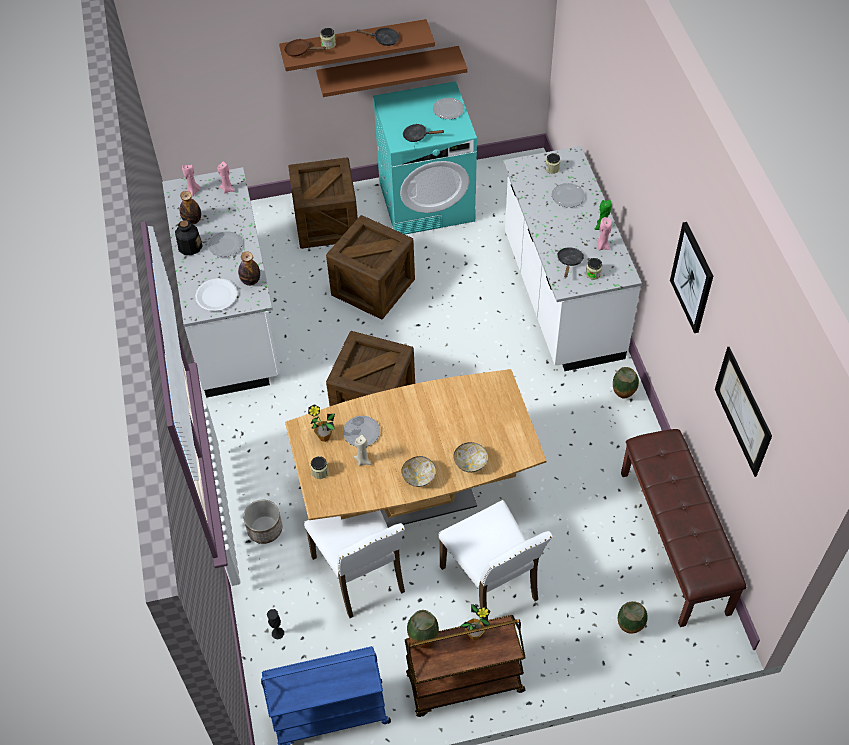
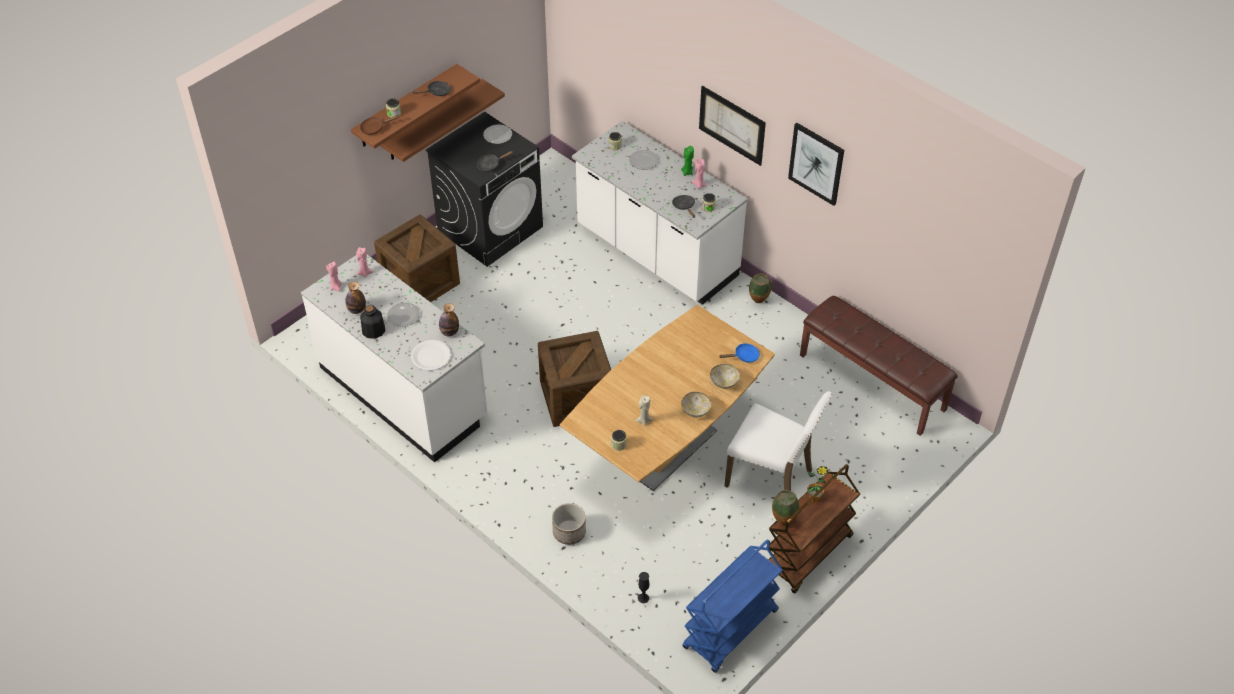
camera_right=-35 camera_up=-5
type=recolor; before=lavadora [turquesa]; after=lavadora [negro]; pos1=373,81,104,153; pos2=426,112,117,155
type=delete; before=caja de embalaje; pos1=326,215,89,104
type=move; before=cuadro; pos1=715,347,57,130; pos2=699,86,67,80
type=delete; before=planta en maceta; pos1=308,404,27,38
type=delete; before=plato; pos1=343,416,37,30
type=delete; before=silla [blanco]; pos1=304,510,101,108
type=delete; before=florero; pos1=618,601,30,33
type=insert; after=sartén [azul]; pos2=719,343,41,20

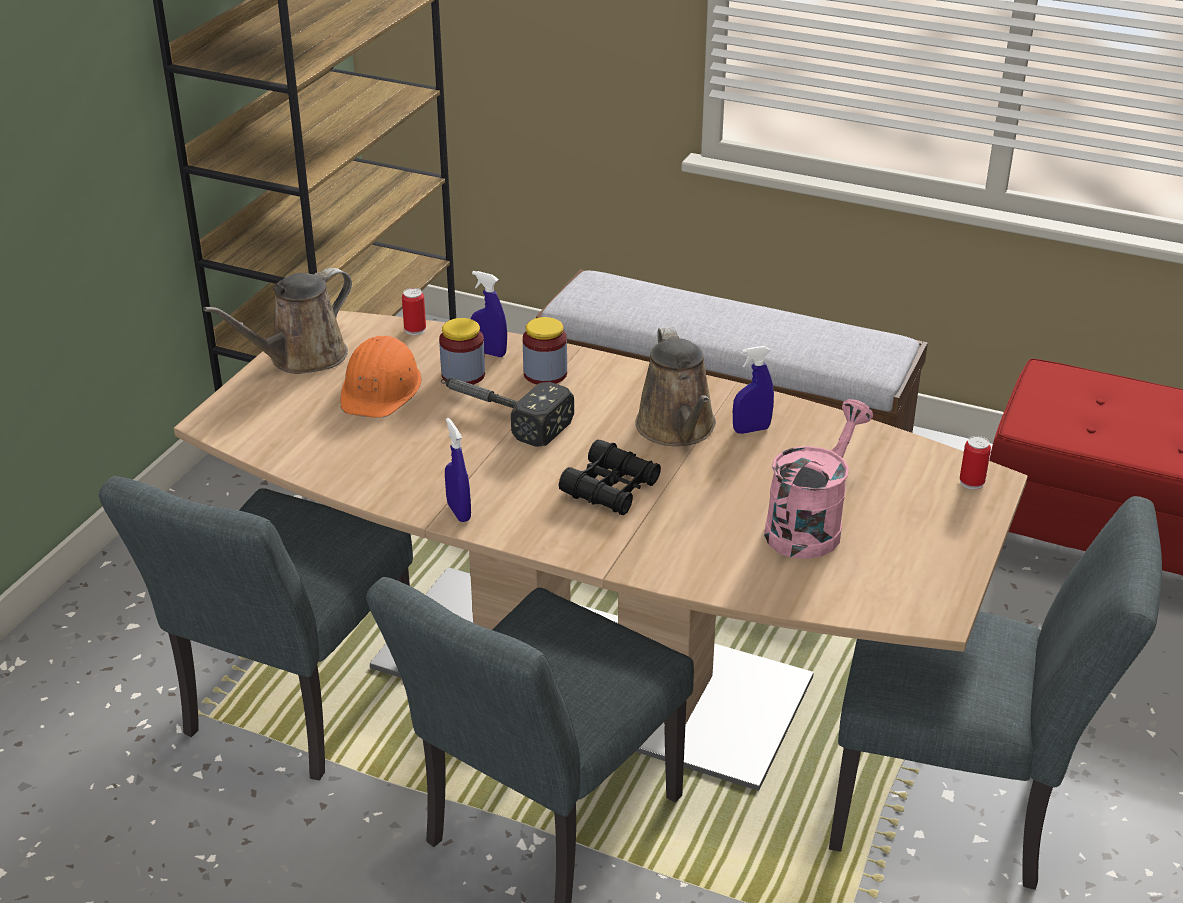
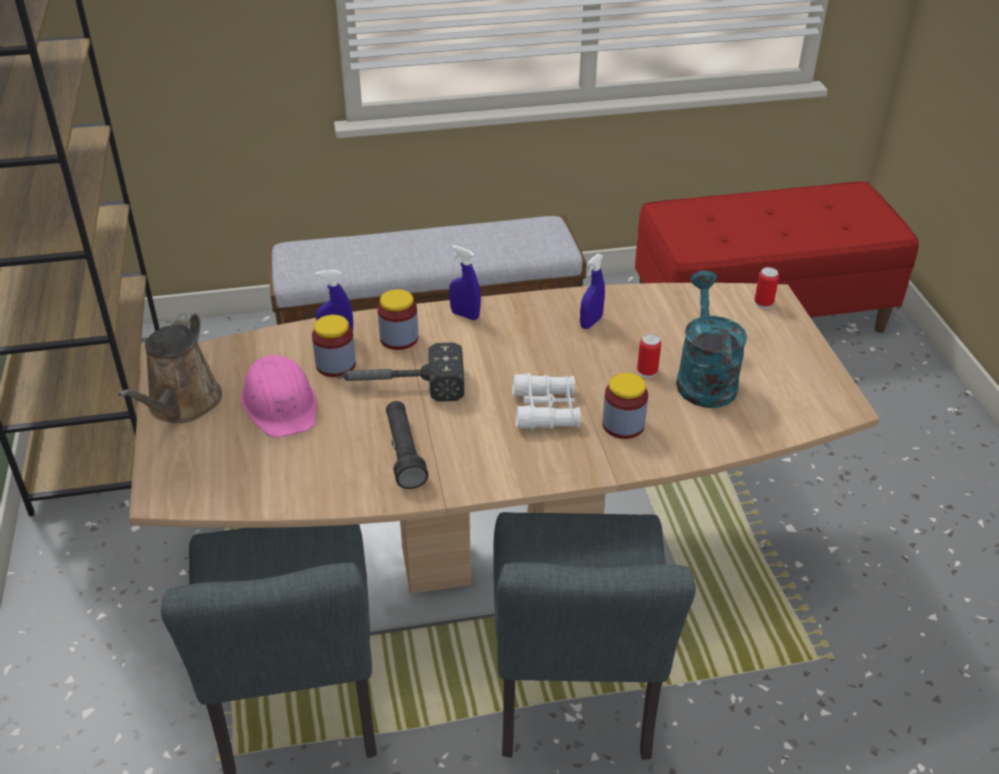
camera_right=-35 camera_up=5
type=move; before=lata; pos1=402,288,24,47; pos2=637,334,24,44
type=delete; before=regadera [marrón]; pos1=635,326,81,120
type=recolor; before=casco [naranja]; after=casco [rosa]; pos1=340,336,82,82; pos2=241,355,76,83
type=recolor; before=regadera [rosa]; after=regadera [turquesa]; pos1=764,399,109,160; pos2=676,271,71,137
type=move; before=pulverizador [azul]; pos1=445,418,26,104; pos2=449,245,32,75
type=recolor; before=prismáticos [negro]; after=prismáticos [blanco]; pos1=559,439,102,76; pos2=512,373,69,57
type=delete; before=silla [gris]; pos1=829,496,333,394
type=insert; after=tarro; pos2=602,373,46,66
type=insert; after=linterna [negro]; pos2=386,401,43,88

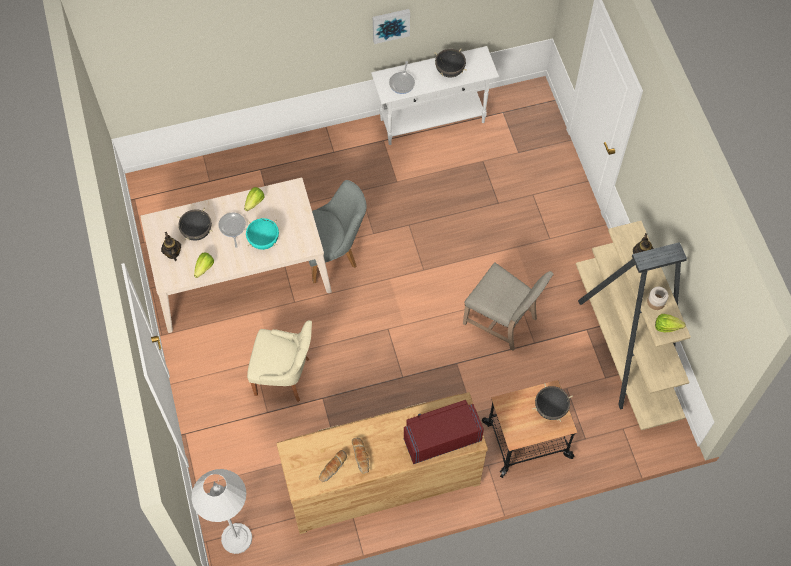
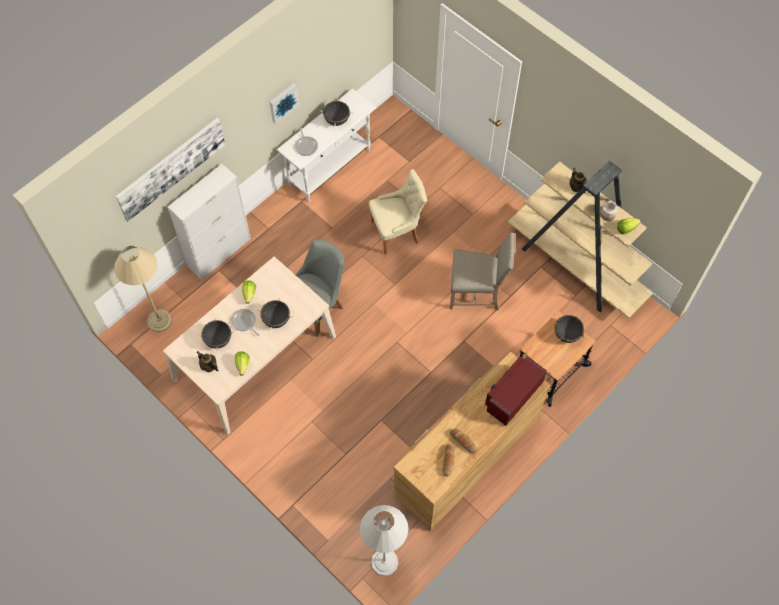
camera_right=-30 camera_up=0
type=recolor; before=olla [turquesa]; after=olla [negro]; pos1=246,218,33,32; pos2=257,297,36,33
type=move; before=silla [beis]; pos1=247,320,65,82; pos2=369,169,58,86
type=insert; after=cuadro; pos2=116,118,109,104
type=insert; after=armario [blanco]; pos2=167,164,84,116
type=insert; after=lámpara de pie [beis]; pos2=114,246,58,86

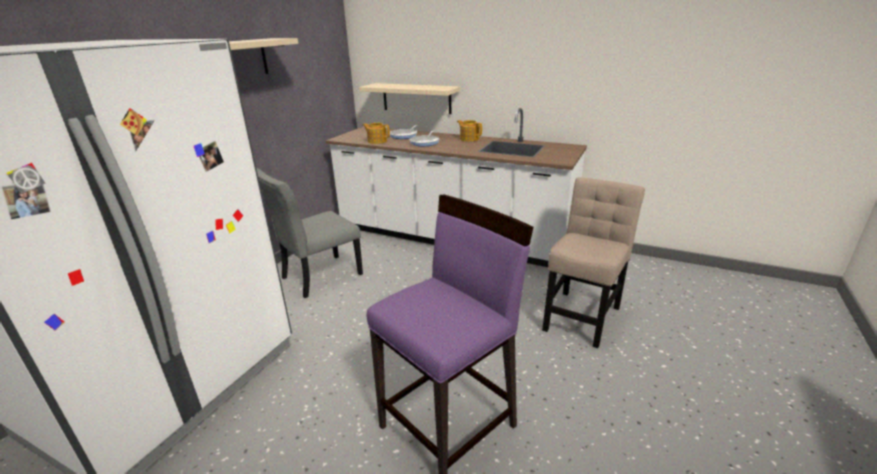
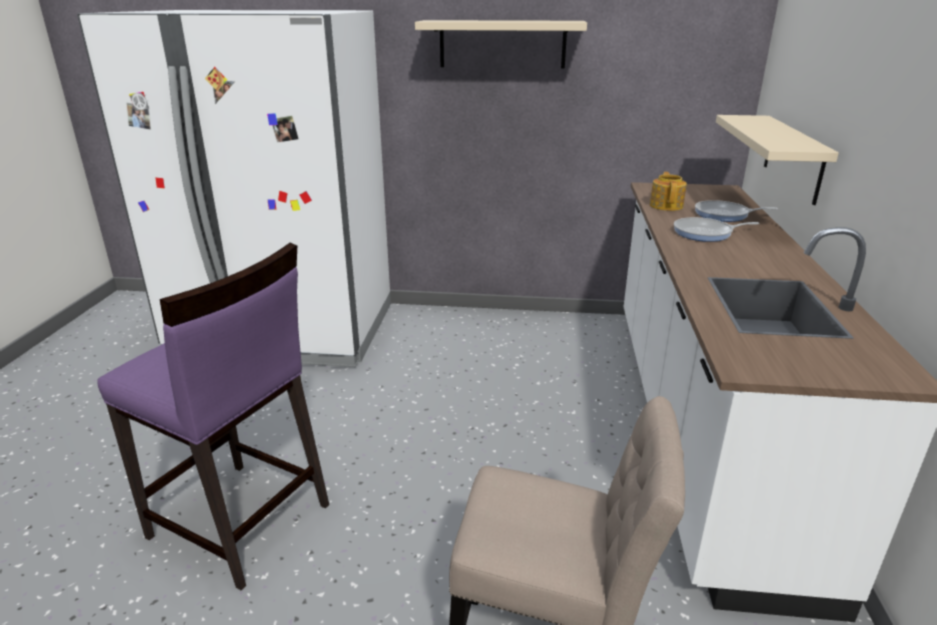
camera_right=70 camera_up=0
type=delete; before=tetera; pos1=457,120,25,22
type=delete; before=silla [gris]; pos1=256,168,107,130

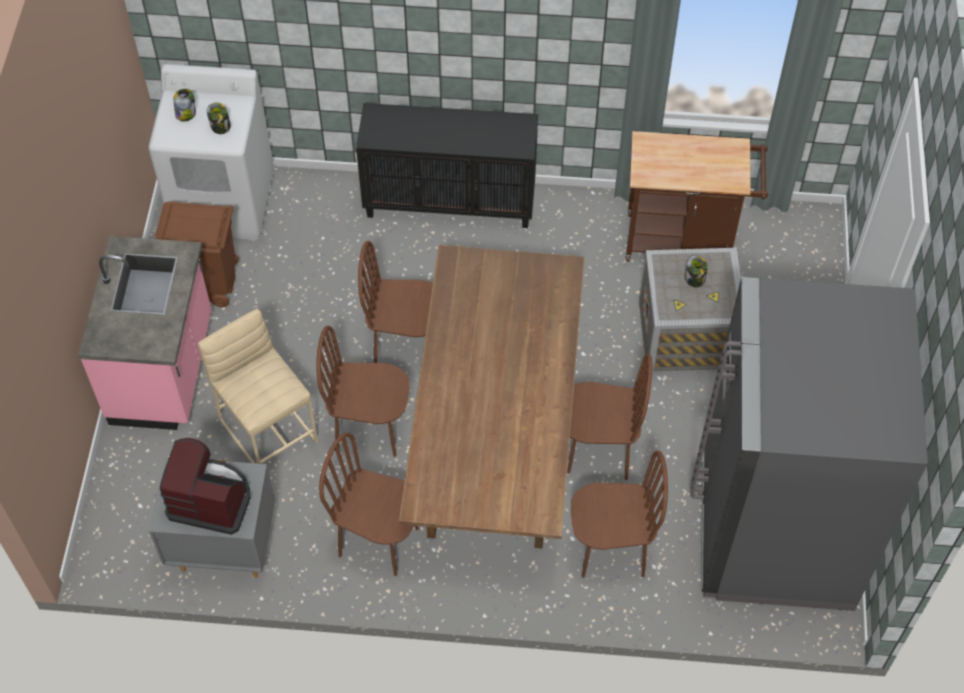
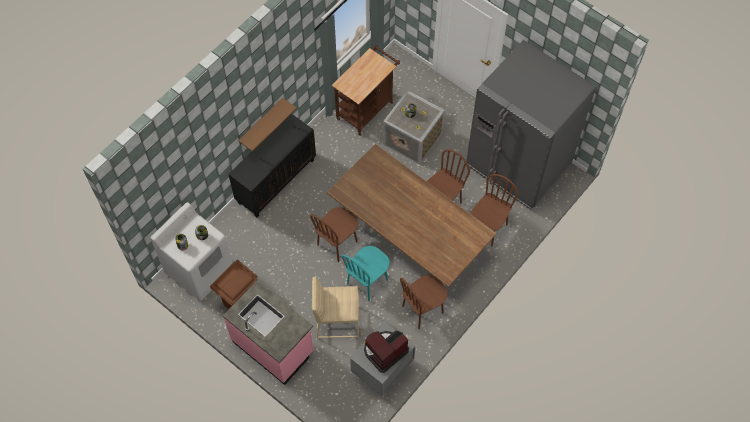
camera_right=-55 camera_up=5
type=recolor; before=silla [marrón]; after=silla [turquesa]; pos1=316,326,93,131; pos2=342,246,47,55
type=insert; after=estante [marrón]; pos2=238,98,59,54

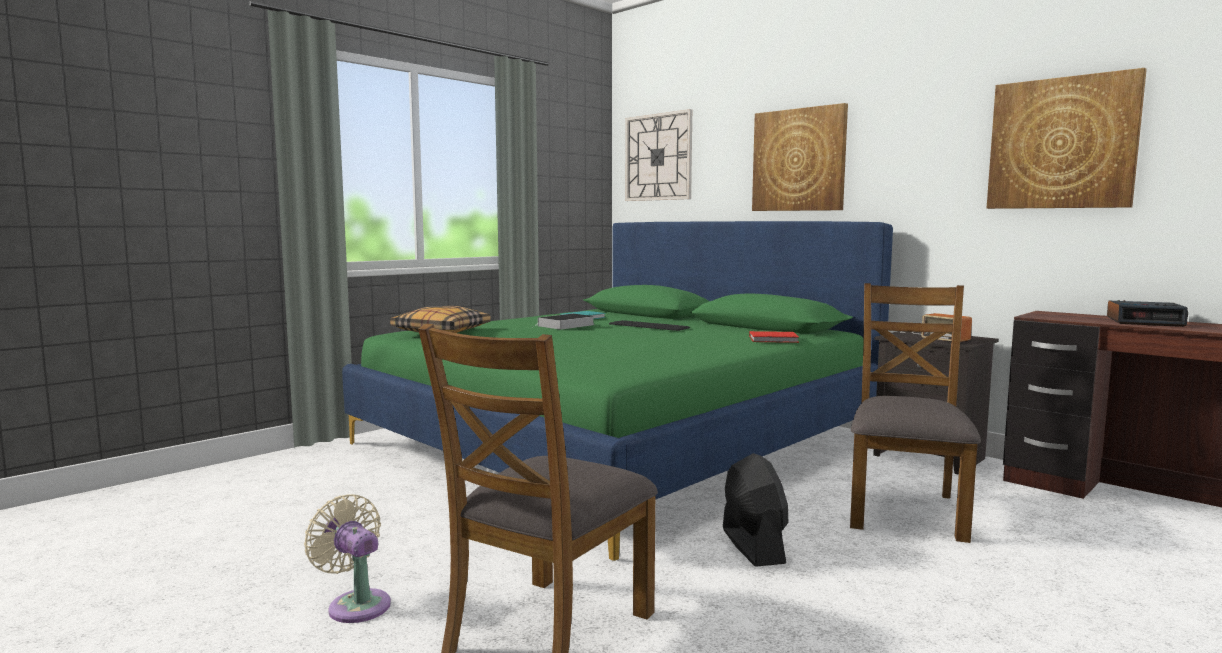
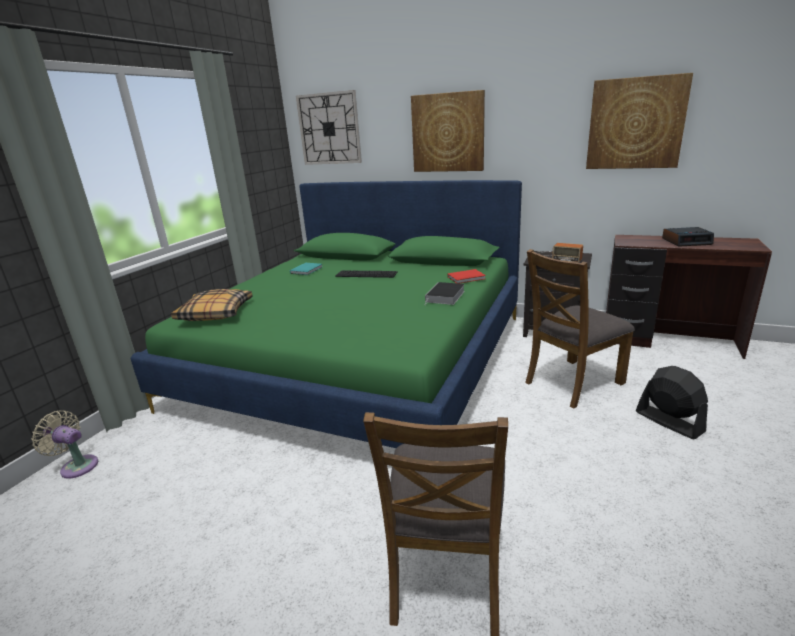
camera_right=-20 camera_up=15
type=rotate; before=silla [marrón]; pos1=850,283,131,260; pos2=525,249,110,160; turn=-120
type=move; before=libro; pos1=533,314,62,16; pos2=425,282,40,23
type=move; before=ventilador [negro]; pos1=723,453,65,114; pos2=636,366,72,73
type=move; before=ventilador [beis]; pos1=304,494,87,129; pos2=31,410,67,69

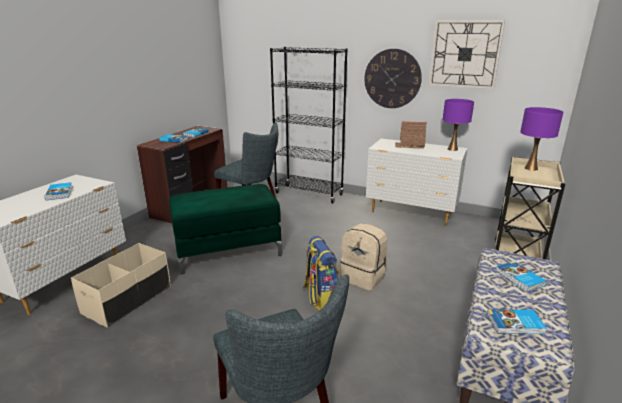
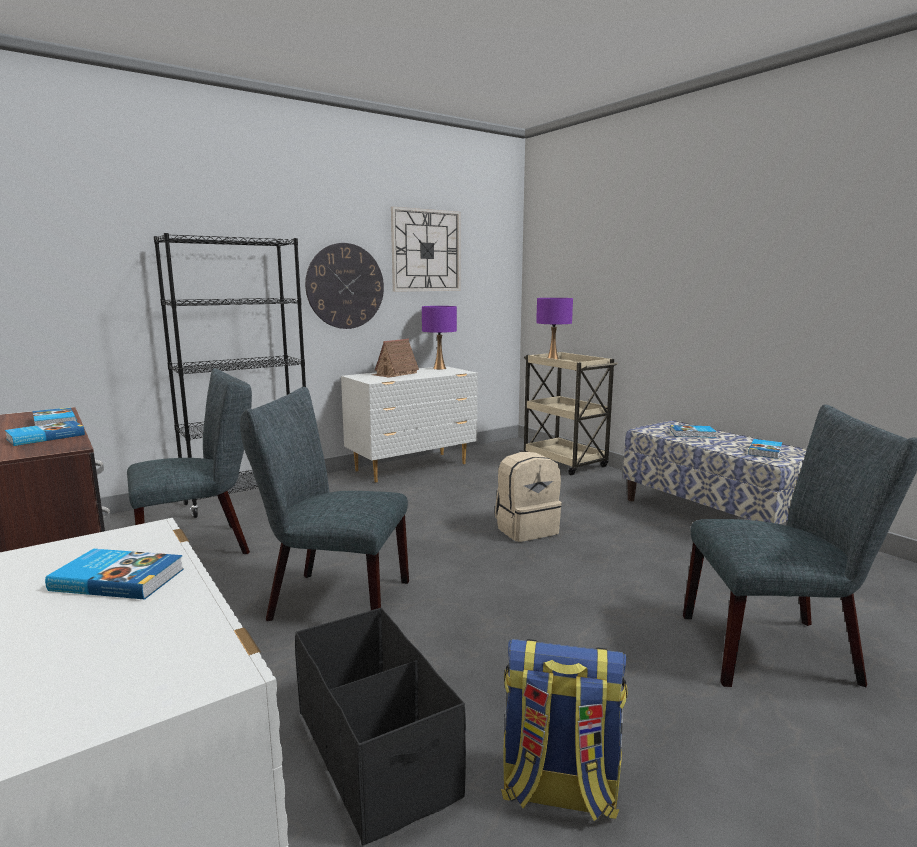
camera_right=-60 camera_up=-10
type=replace; before=puf [verde]; after=silla [gris]; pos1=169,184,113,90; pos2=240,387,169,234
type=move; before=mochila; pos1=303,236,36,75; pos2=501,639,127,182
type=recolor; before=caja de almacenaje [beis]; after=caja de almacenaje [negro]; pos1=71,243,100,85; pos2=295,608,171,238

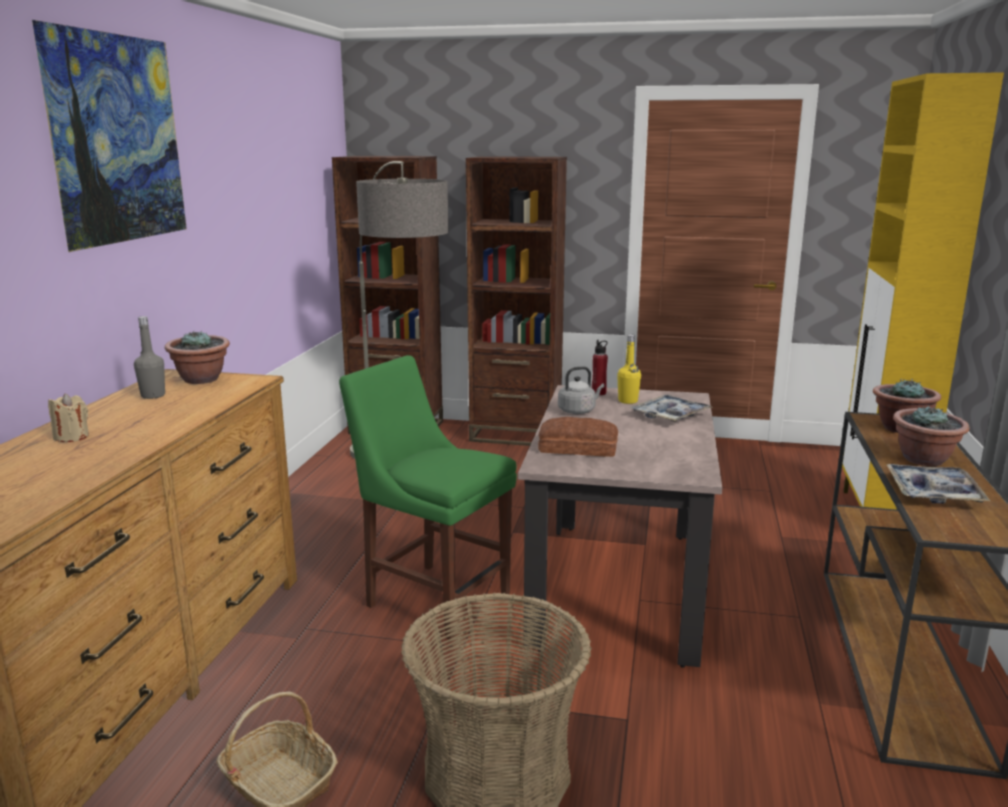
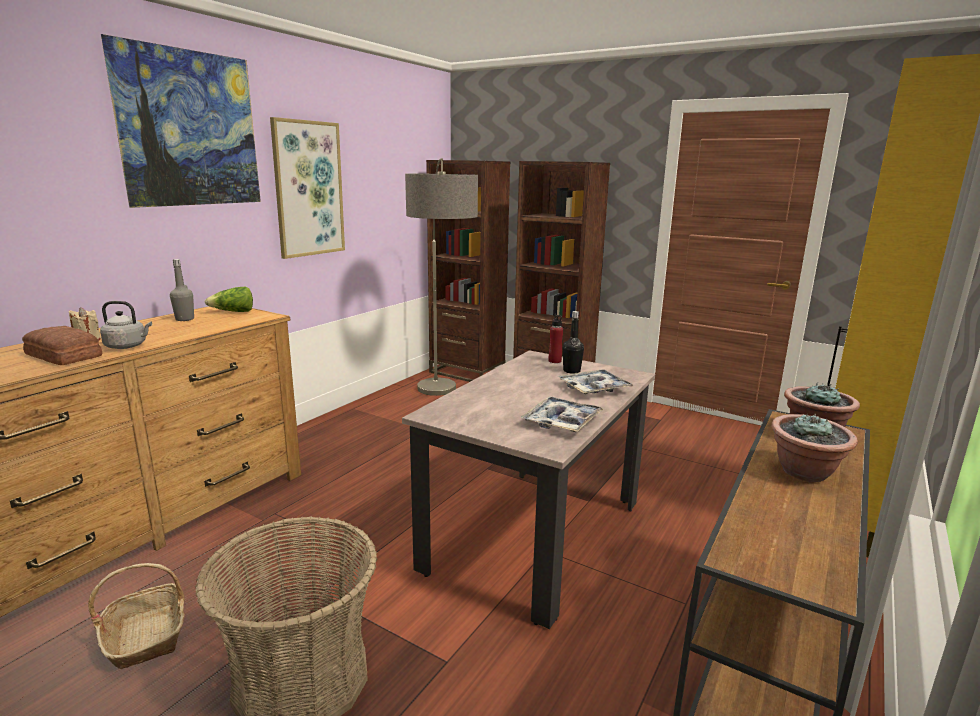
camera_right=20 camera_up=0
type=replace; before=planta en maceta; after=lechuga; pos1=165,330,65,54; pos2=205,287,48,25
type=recolor; before=botella [amarillo]; after=botella [negro]; pos1=617,335,24,69; pos2=563,311,21,63
type=delete; before=silla [verde]; pos1=339,355,178,284
type=move; before=hervidor [gris]; pos1=558,366,47,48; pos2=100,301,52,48
type=move; before=pan; pos1=538,417,80,40; pos2=22,326,81,39
type=move; before=bandeja; pos1=886,464,104,40; pos2=521,396,83,36
type=insert; after=cuadro; pos2=270,117,75,142

